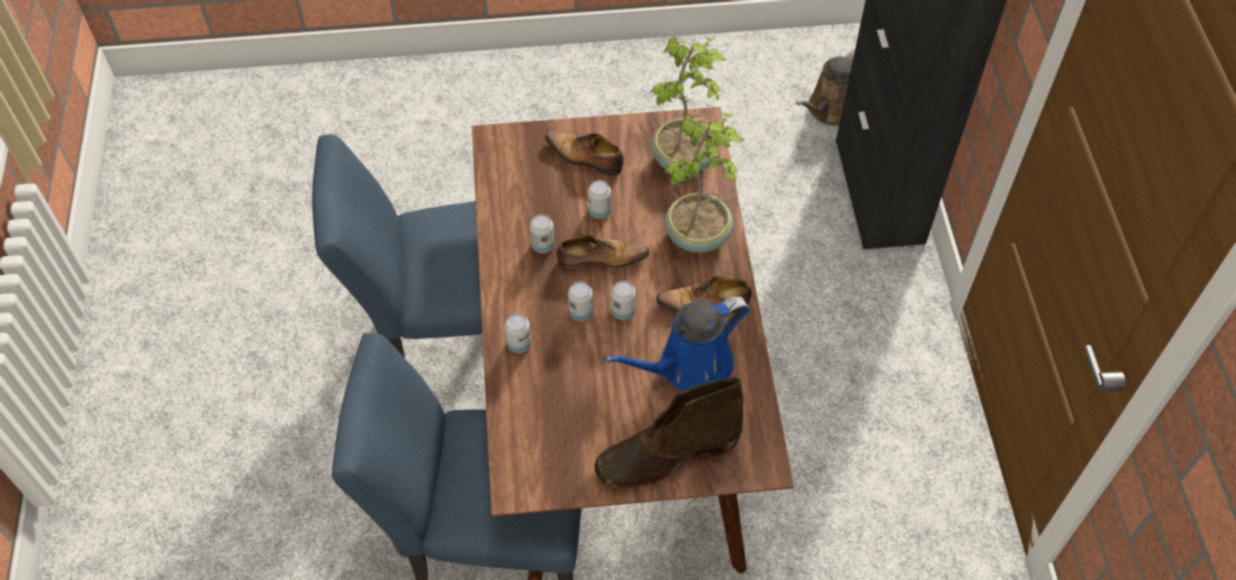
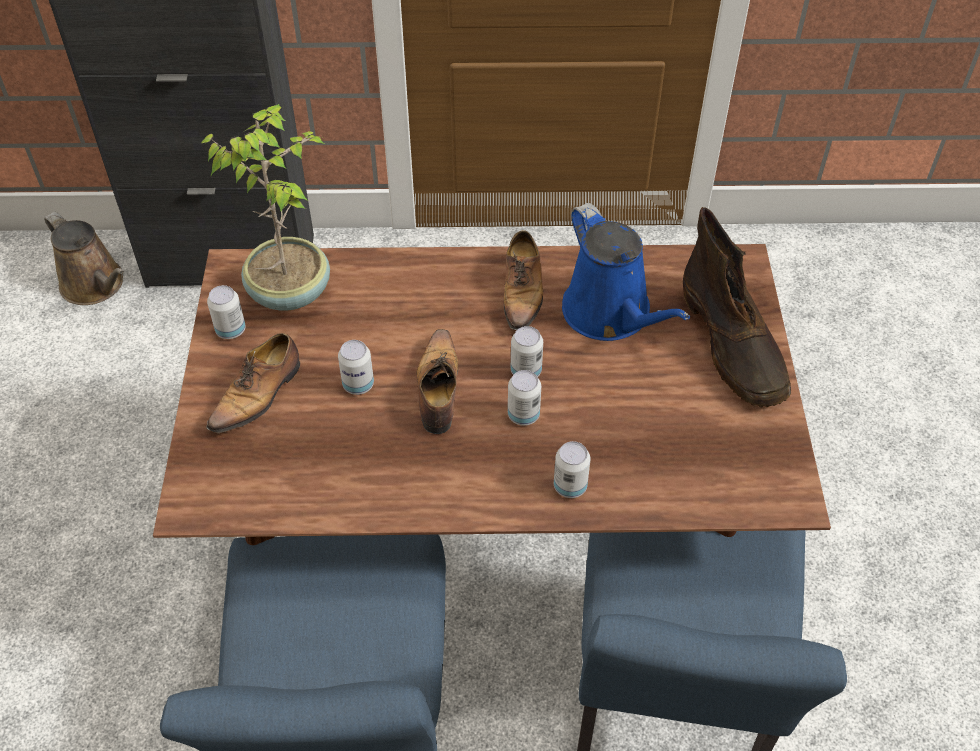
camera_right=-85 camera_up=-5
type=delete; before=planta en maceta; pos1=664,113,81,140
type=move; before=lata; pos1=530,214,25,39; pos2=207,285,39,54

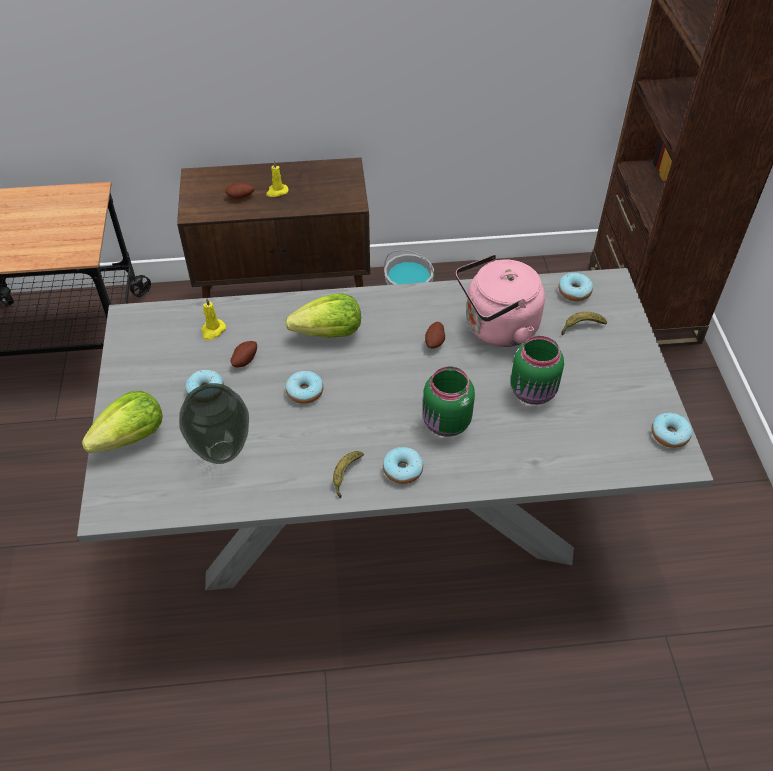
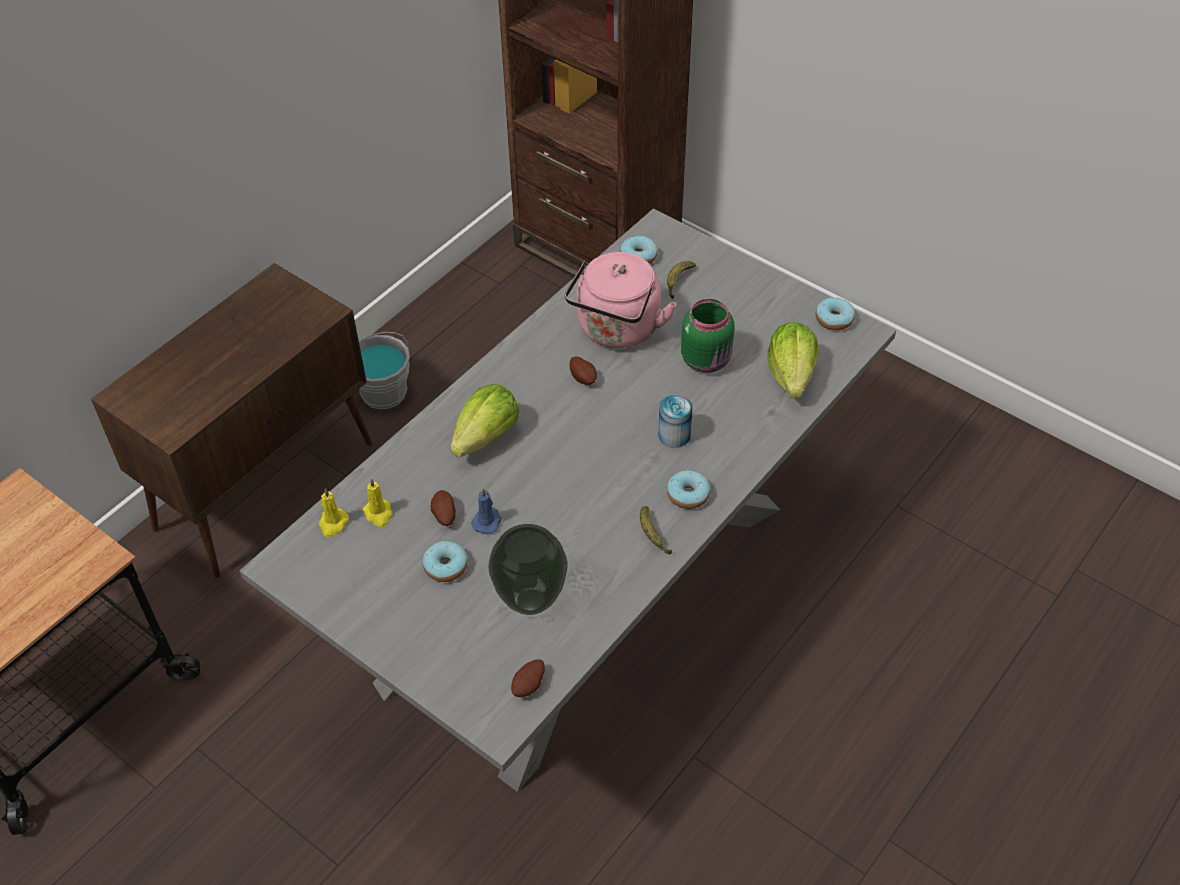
camera_right=-45 camera_up=0
type=move; before=vela [amarillo]; pos1=266,160,23,37; pos2=319,488,30,49
type=move; before=patata; pos1=225,183,29,16; pos2=511,660,34,37
type=replace; before=tarro [verde]; after=lata; pos1=423,366,52,71; pos2=658,395,35,53
type=delete; before=rosquilla; pos1=286,371,37,33
type=move; before=lechuga; pos1=82,391,81,62; pos2=767,322,51,76
type=insert; after=vela [azul]; pos2=471,488,31,46

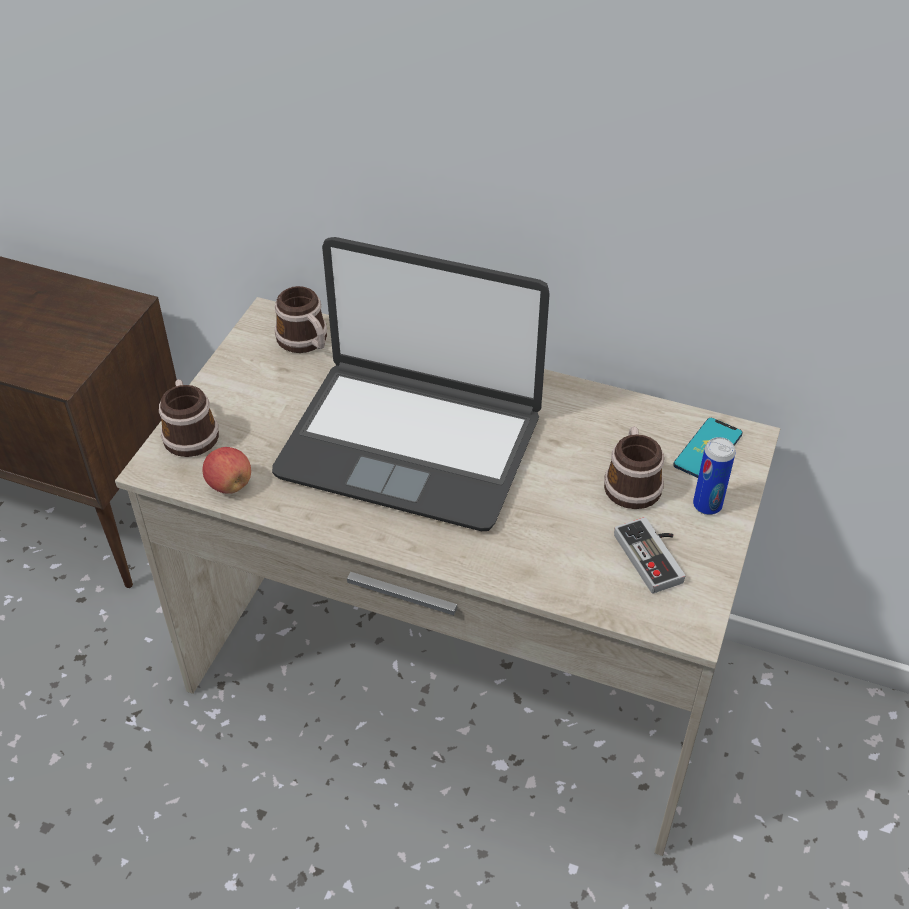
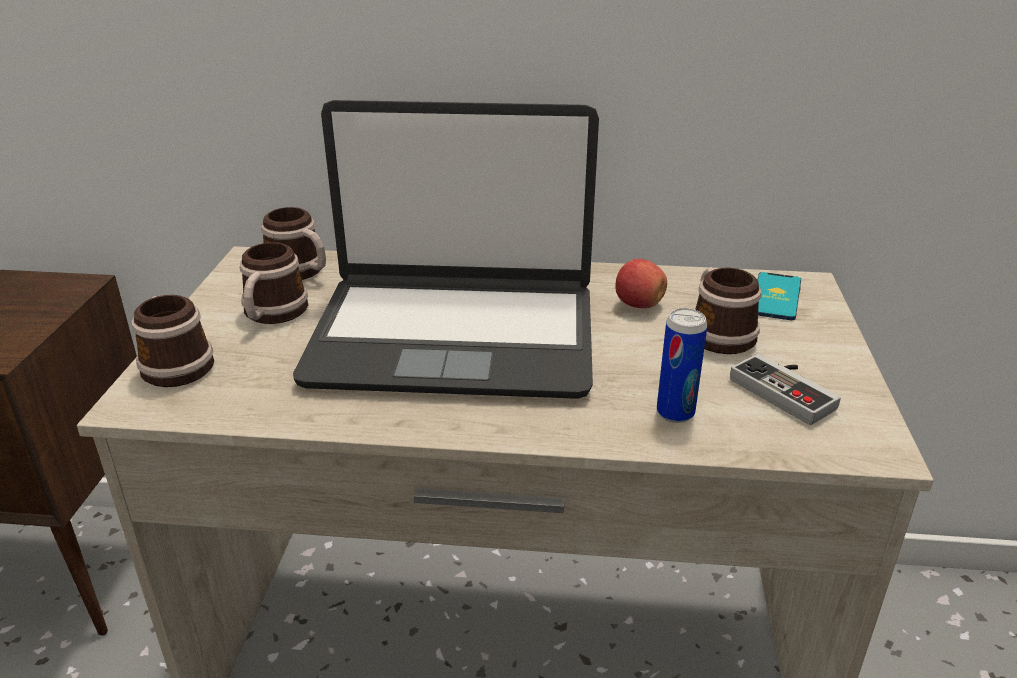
camera_right=-15 camera_up=-15
type=move; before=lata; pos1=693,437,42,78; pos2=657,308,50,115
type=move; before=manzana; pos1=203,447,48,47; pos2=615,259,52,49
type=insert; after=taza grande; pos2=240,242,68,82

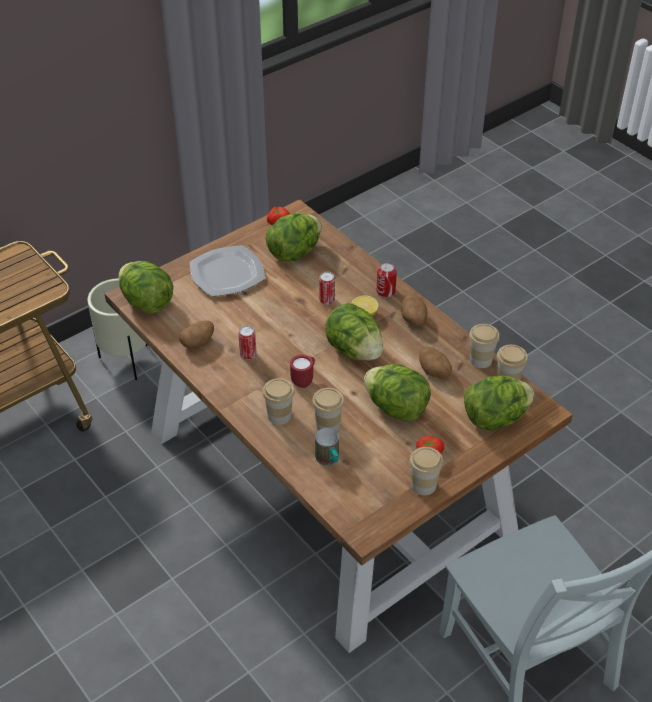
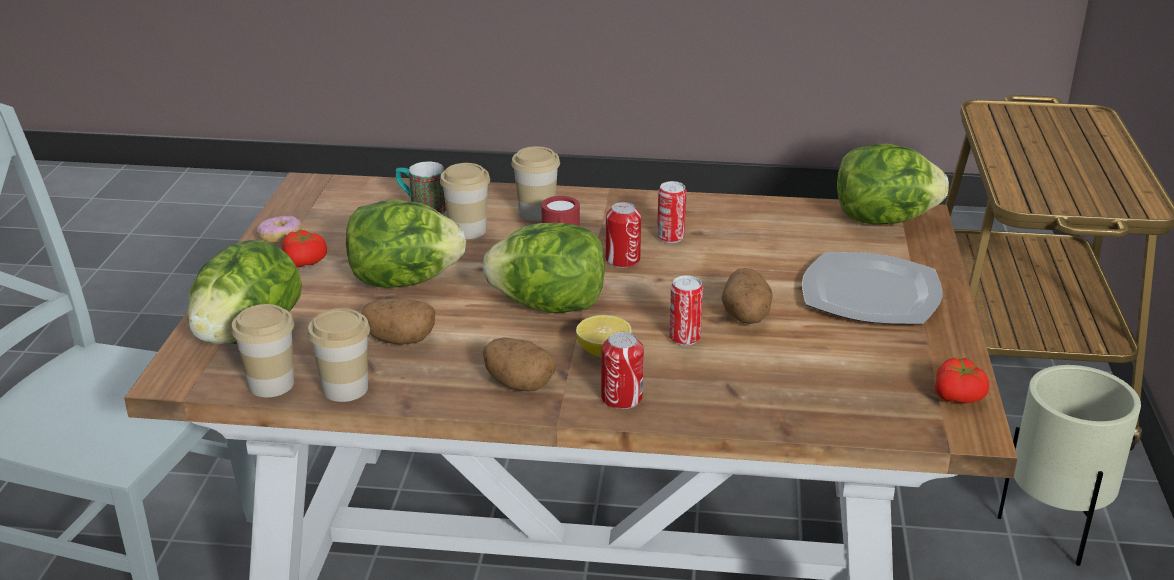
camera_right=135 camera_up=-15
type=delete; before=lechuga; pos1=266,213,56,49
type=move; before=patata; pos1=179,320,35,29; pos2=721,268,52,56
type=replace; before=taza; after=rosquilla; pos1=409,447,34,48; pos2=257,216,45,27
type=insert; after=lata; pos2=605,202,36,66

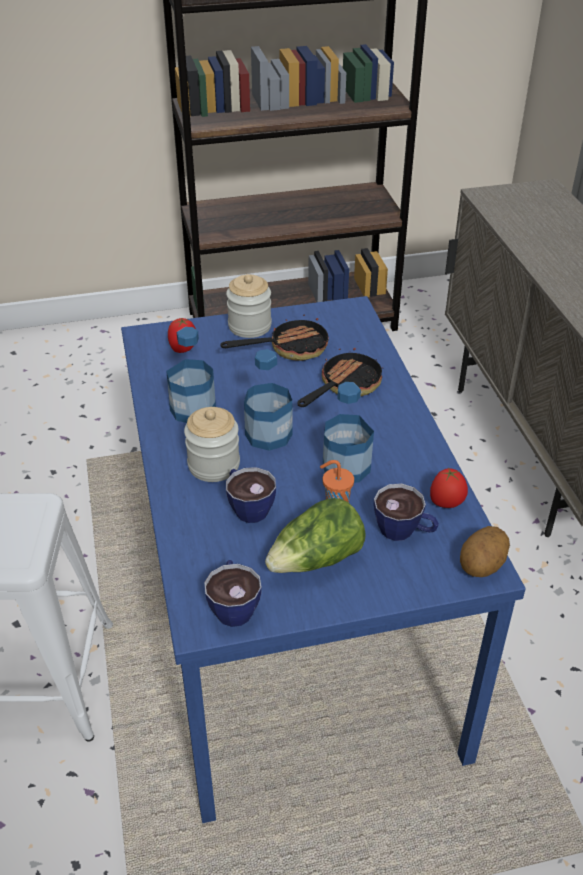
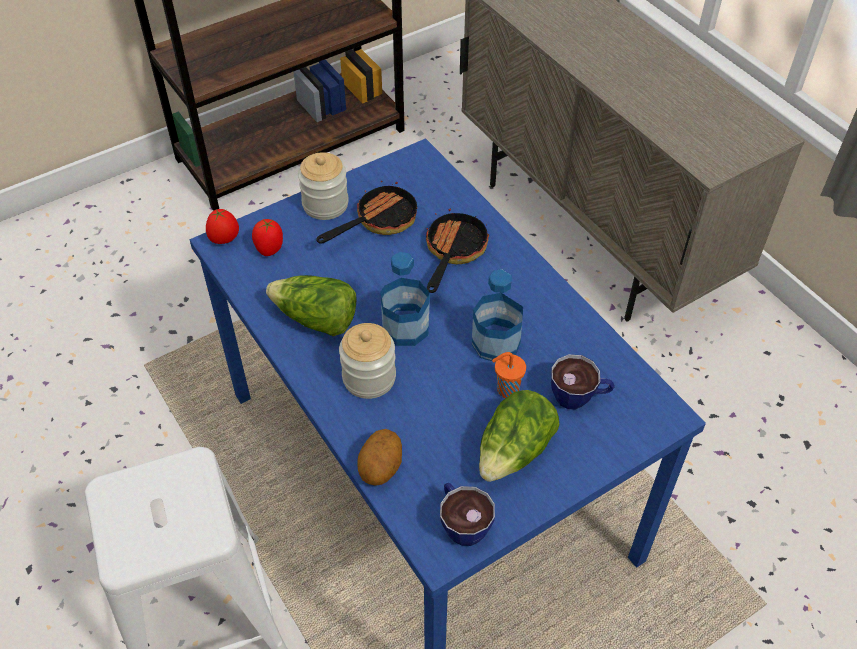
camera_right=-20 camera_up=10
type=replace; before=botella; after=lechuga; pos1=166,327,50,96; pos2=266,275,91,61
type=delete; before=taza; pos1=226,467,50,56
type=move; before=tomate; pos1=430,468,38,40; pos2=206,209,33,35
type=move; before=patata; pos1=460,526,50,51; pos2=357,429,45,57

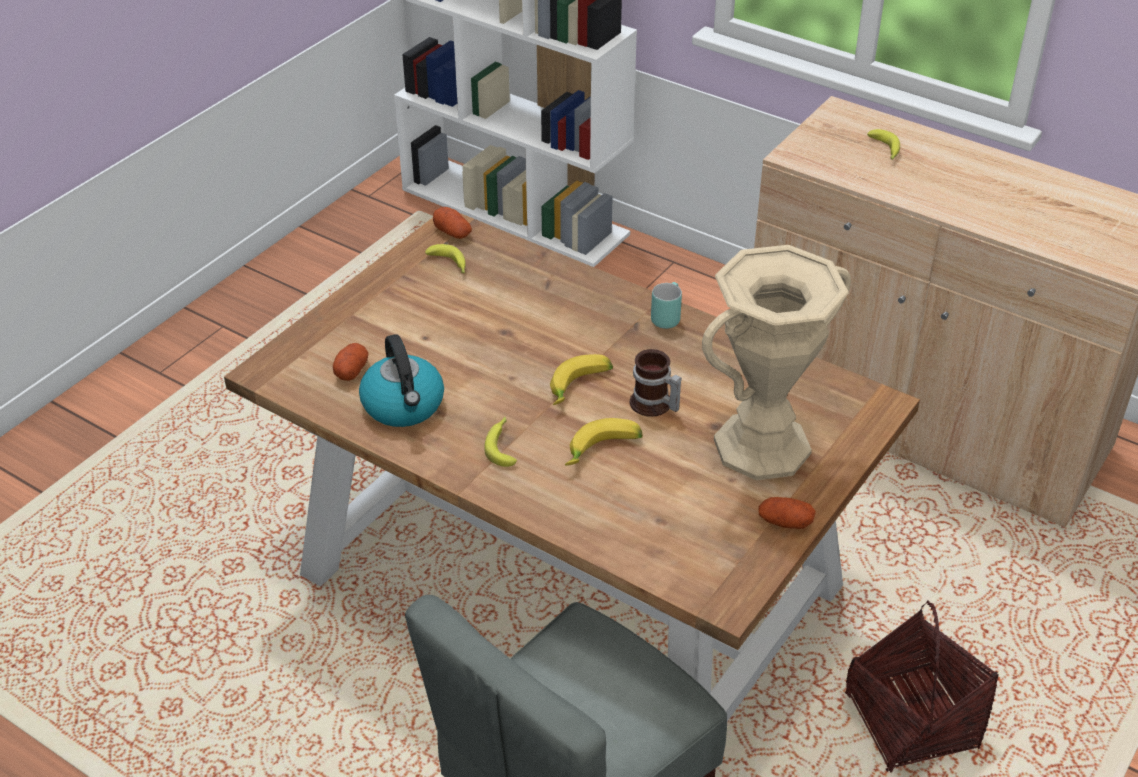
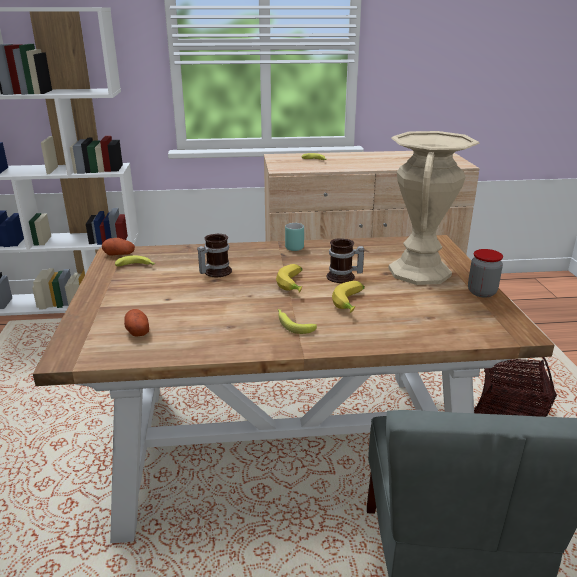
camera_right=-40 camera_up=-15
type=delete; before=hervidor; pos1=359,334,85,93
type=replace; before=patata; after=tarro; pos1=759,497,57,32; pos2=468,249,35,49
type=insert; after=taza grande; pos2=197,234,35,43

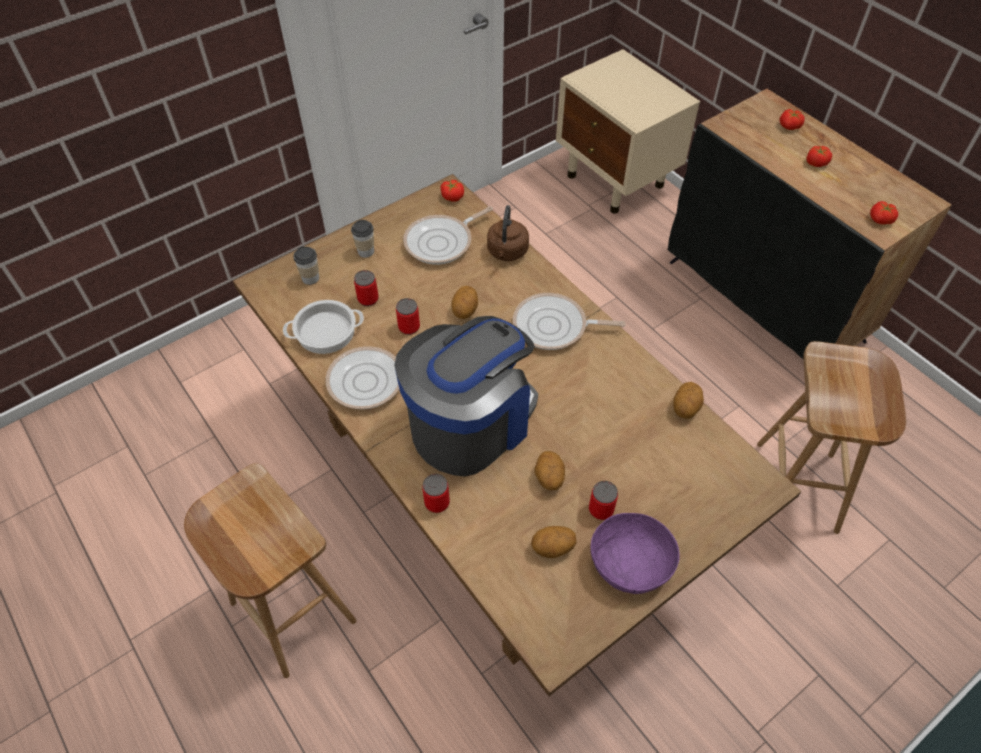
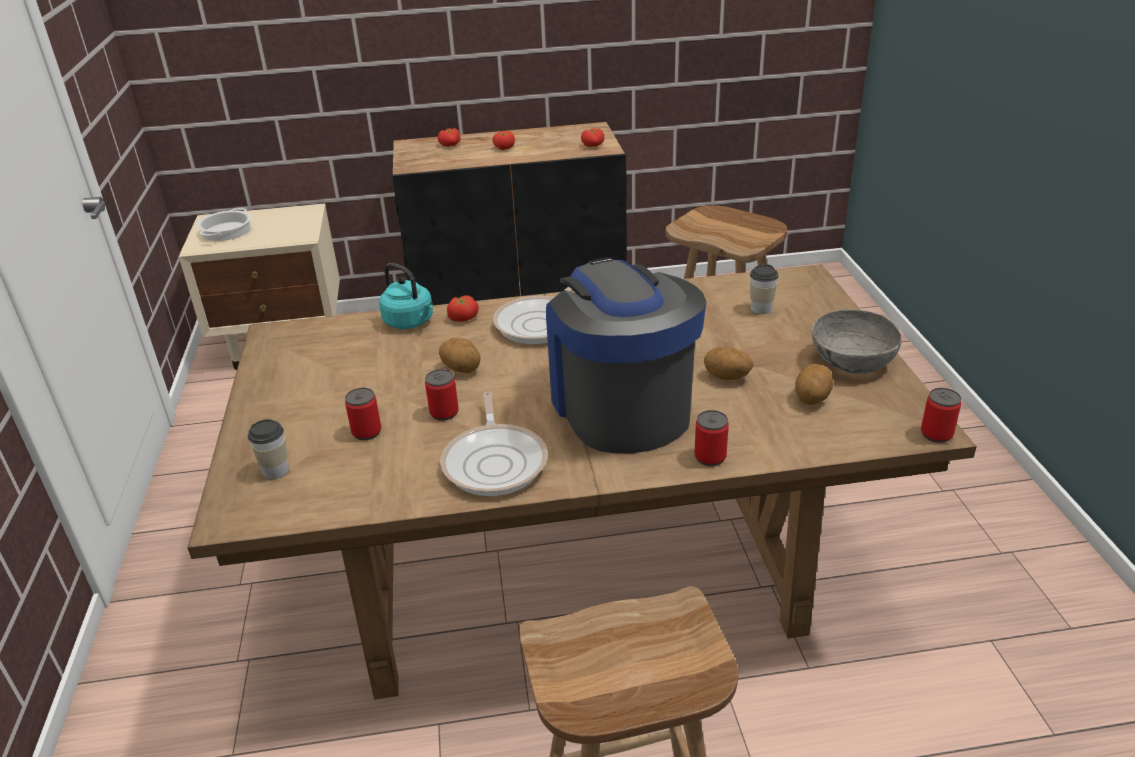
camera_right=-60 camera_up=-20
type=move; before=tomate; pos1=440,180,24,22; pos2=447,295,32,27
type=recolor; before=hervidor [marrón]; after=hervidor [turquesa]; pos1=487,205,42,56; pos2=379,263,54,66
type=delete; before=sartén; pos1=403,206,90,59
type=move; before=taza; pos1=351,220,23,38; pos2=750,264,28,50
type=move; before=olla; pos1=283,300,81,54; pos2=197,208,54,33
type=delete; before=patata; pos1=673,382,31,37
type=move; before=lata; pos1=589,481,29,39; pos2=921,388,40,55
type=recolor; before=cuenco [morado]; after=cuenco [gris]; pos1=590,513,90,81; pos2=812,309,90,65

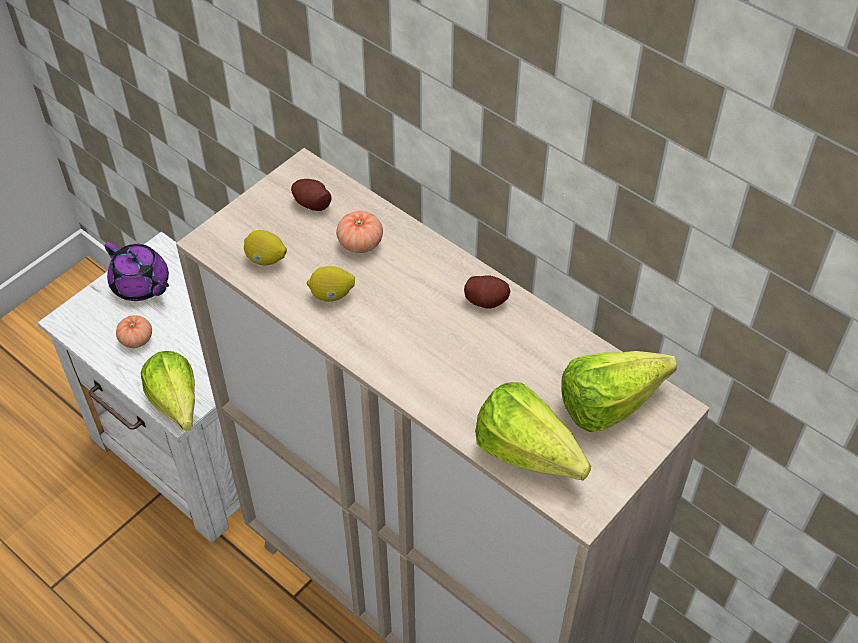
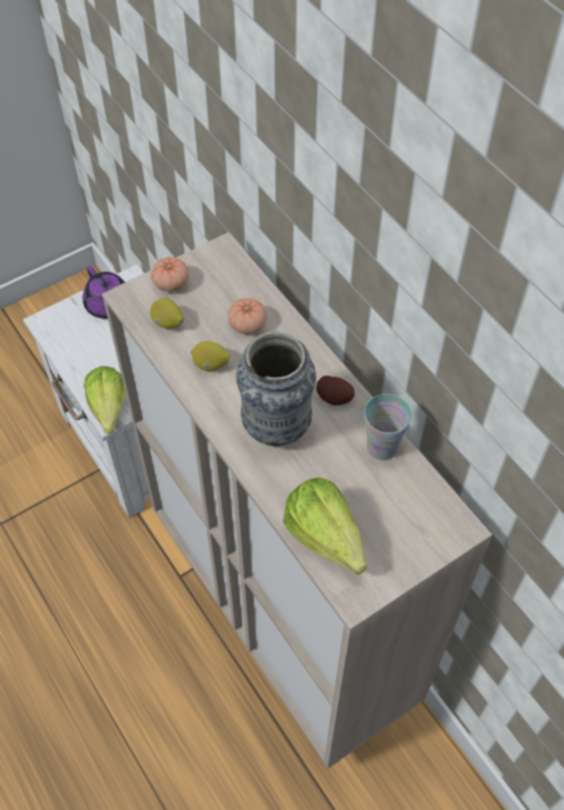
camera_right=15 camera_up=5
type=delete; before=patata; pos1=291,179,41,32
type=move; before=tomate; pos1=116,315,36,33; pos2=151,257,38,35
type=delete; before=lechuga; pos1=561,351,116,81
type=insert; after=florero; pos2=236,331,80,116
type=insert; after=taza; pos2=364,394,48,66

